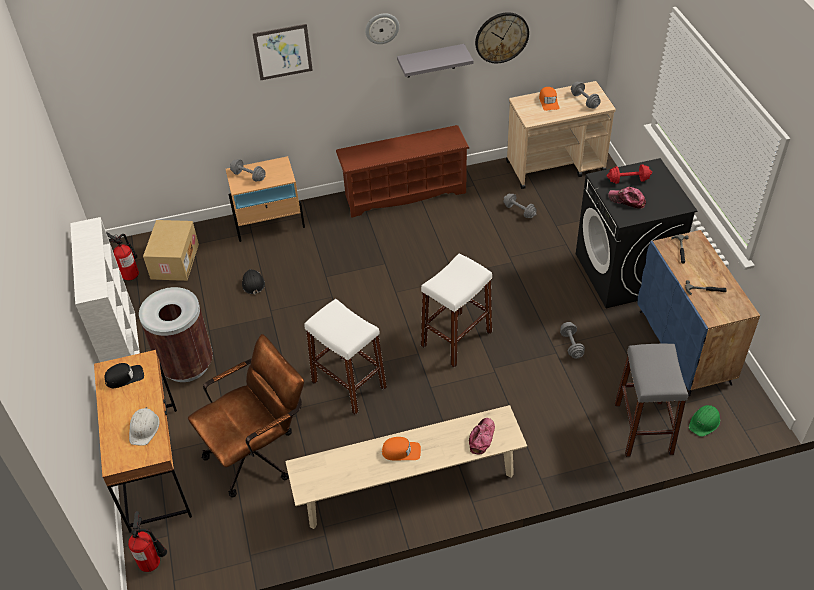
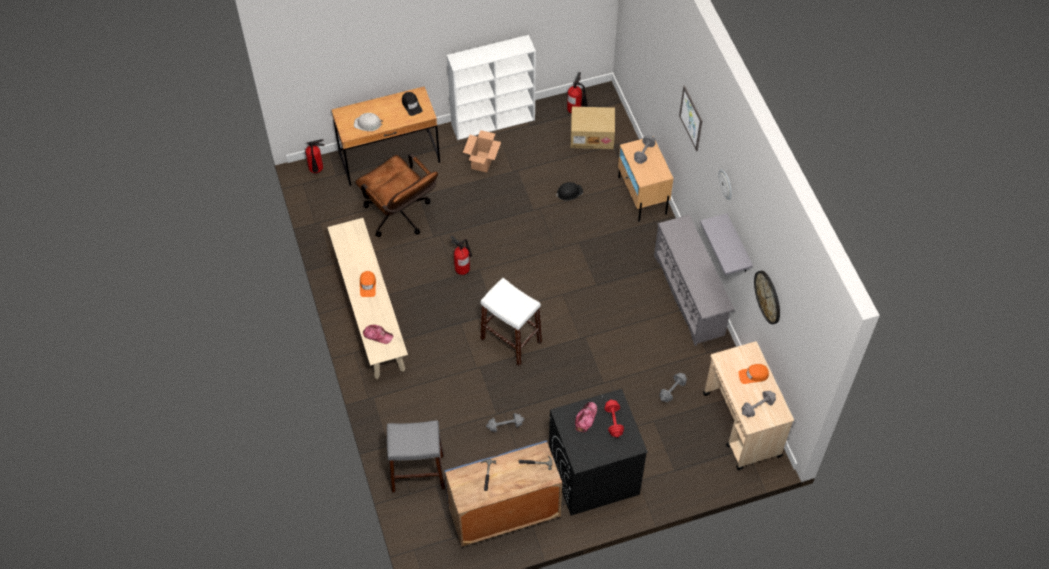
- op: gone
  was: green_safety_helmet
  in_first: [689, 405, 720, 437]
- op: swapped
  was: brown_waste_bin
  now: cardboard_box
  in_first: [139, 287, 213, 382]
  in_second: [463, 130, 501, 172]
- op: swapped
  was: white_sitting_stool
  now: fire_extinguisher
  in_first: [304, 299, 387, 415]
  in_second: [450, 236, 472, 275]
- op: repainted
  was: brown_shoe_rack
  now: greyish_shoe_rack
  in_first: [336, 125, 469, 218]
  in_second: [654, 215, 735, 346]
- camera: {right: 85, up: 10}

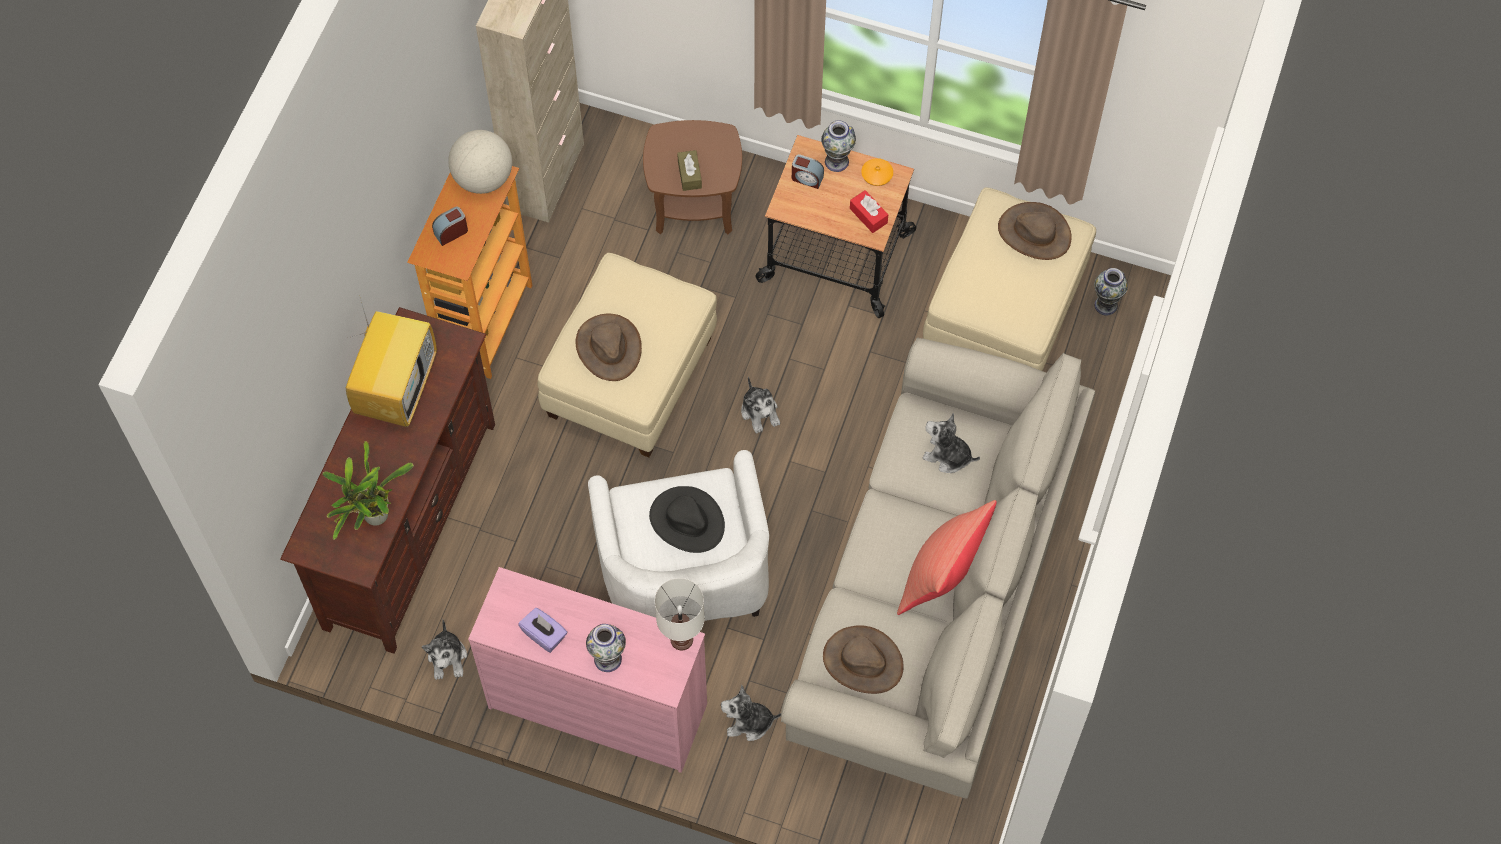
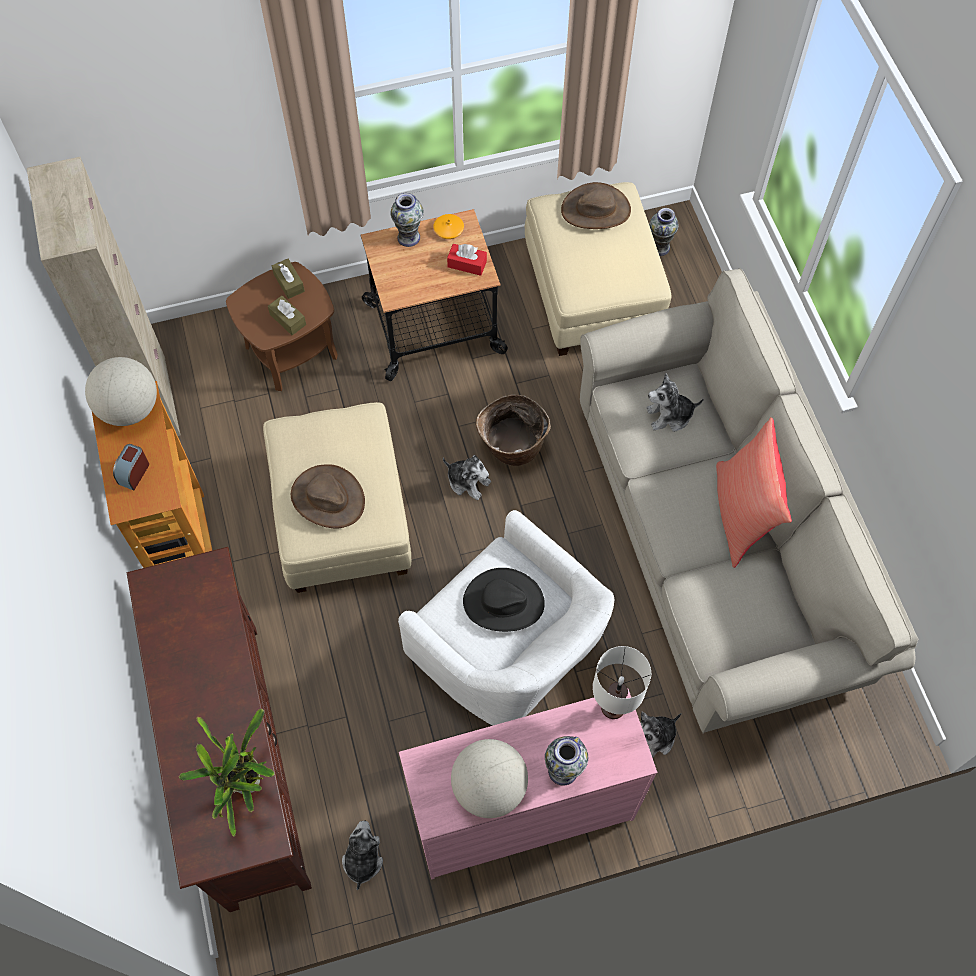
- op: gone
  was: television
  in_first: [346, 298, 437, 427]
- op: gone
  was: alarm_clock
  in_first: [792, 154, 824, 189]
- op: gone
  was: brown_clothing_hat
  in_first: [823, 625, 904, 694]
- op: new
  now: brown_tissue_holder
  in_second: [272, 259, 305, 299]
- op: new
  now: household_basket
  in_second: [476, 395, 551, 466]
- op: swapped
  was: purple_tissue_holder
  now: desk_globe
  in_first: [518, 608, 567, 653]
  in_second: [451, 739, 528, 818]
- op: rotated
  was: plush_toy
  in_first: [422, 620, 467, 680]
  in_second: [342, 821, 383, 890]
  clockwise: -135
- camera: {right: -35, up: 0}

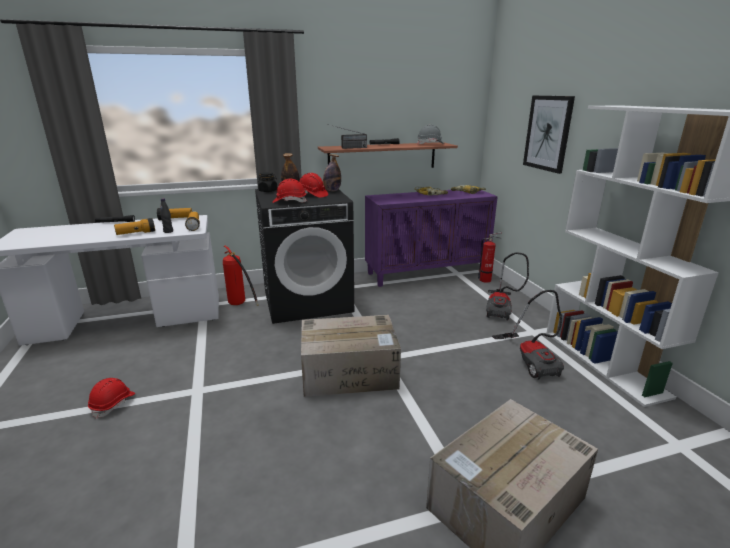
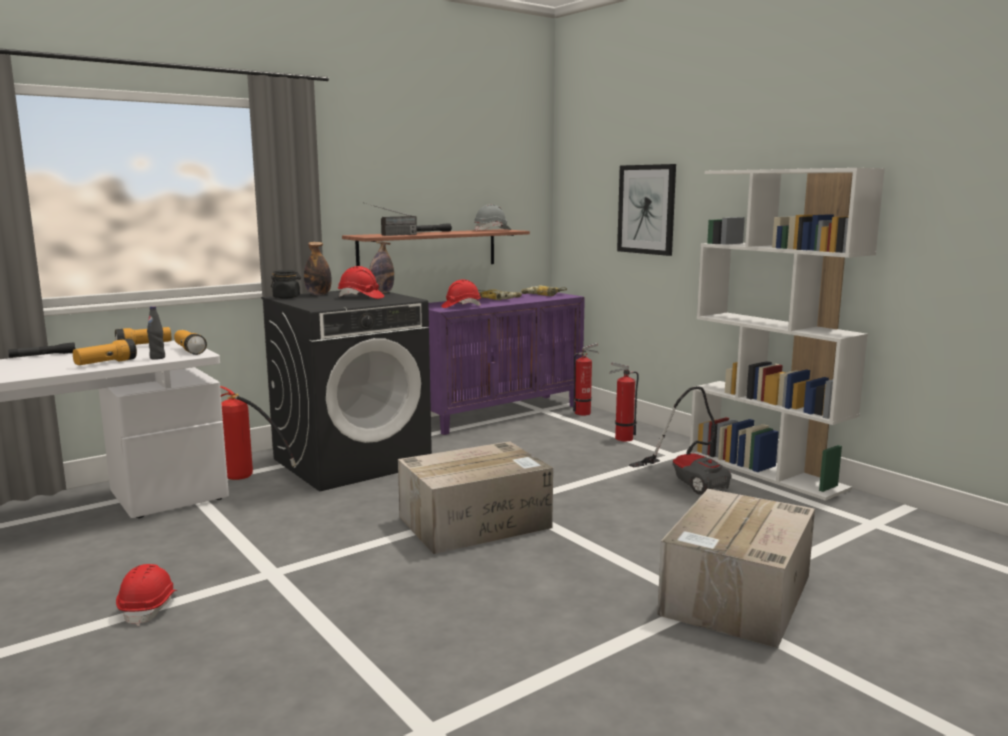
- op: shifted
  was: reddish_safety_helmet
  in_first: [272, 179, 307, 203]
  in_second: [441, 279, 481, 308]
- op: swapped
  was: vacuum_cleaner
  now: fire_extinguisher
  in_first: [486, 252, 529, 320]
  in_second: [609, 362, 639, 441]
- camera: {right: -20, up: -10}

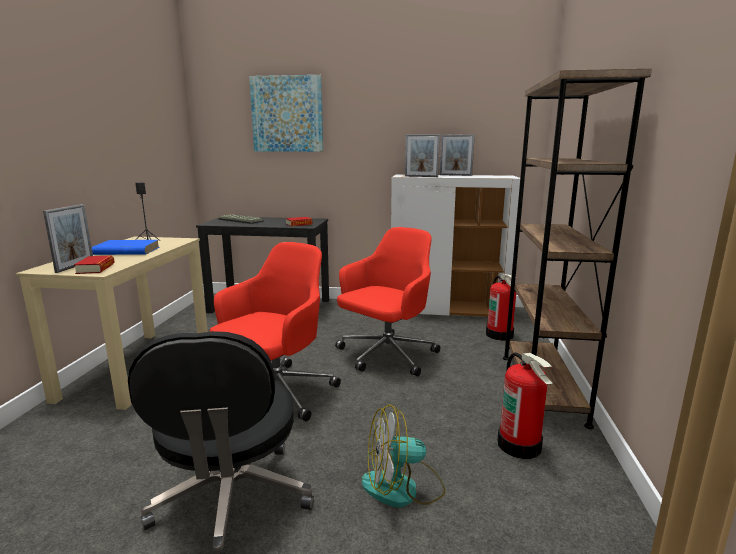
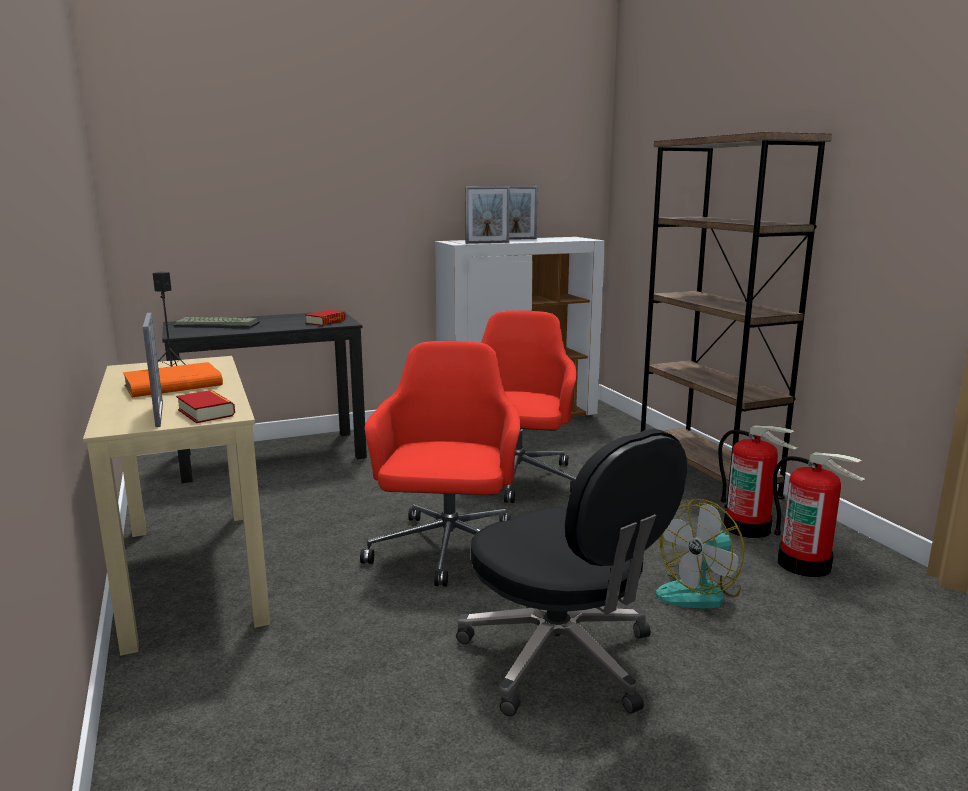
- op: gone
  was: wall_picture
  in_first: [249, 75, 323, 152]
- op: shifted
  was: fire_extinguisher
  in_first: [486, 274, 517, 341]
  in_second: [773, 452, 865, 577]
- op: repainted
  was: bluish_book
  now: orange_book
  in_first: [92, 240, 159, 255]
  in_second: [123, 362, 223, 397]
- camera: {right: -30, up: 0}

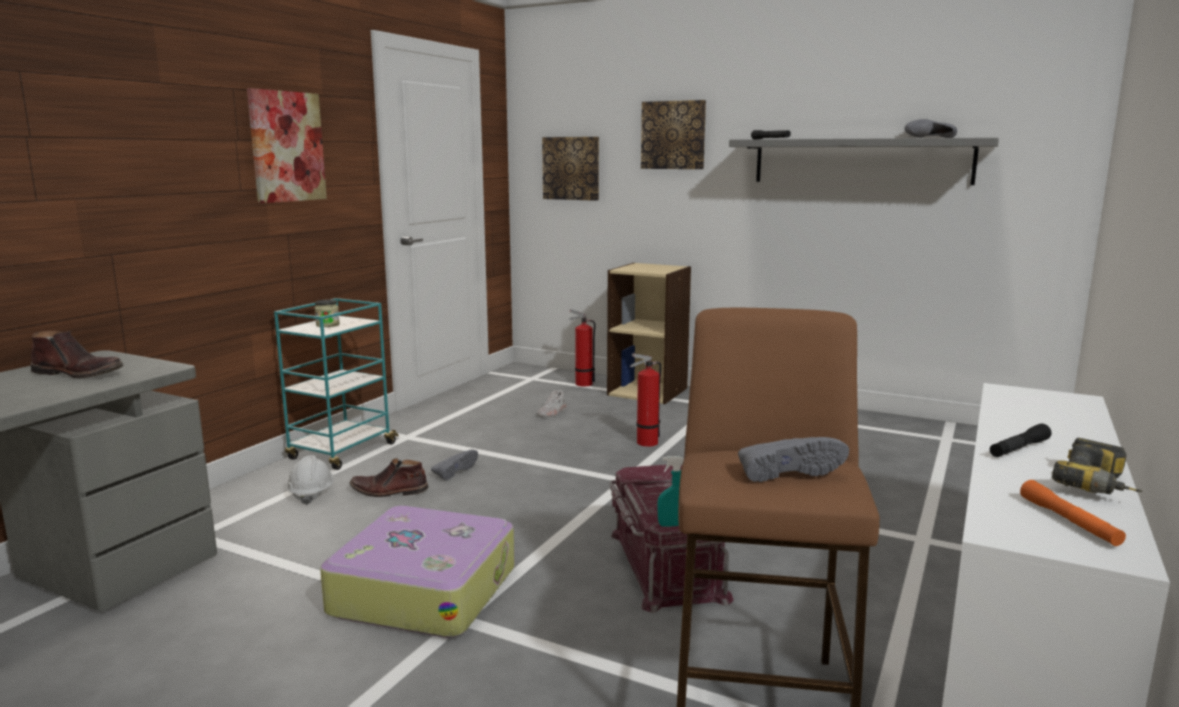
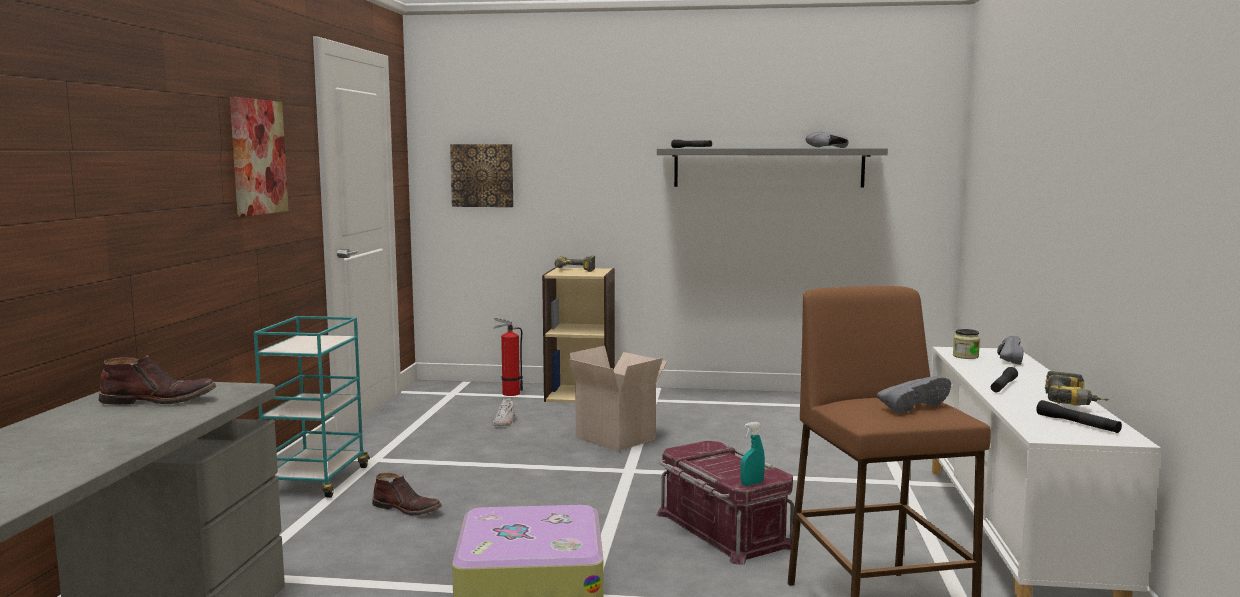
- op: gone
  was: white_safety_helmet
  in_first: [287, 455, 334, 505]
- op: gone
  was: wall_picture
  in_first: [641, 100, 706, 169]
- op: new
  now: electric_drill
  in_second: [554, 256, 595, 272]
- op: shifted
  was: preserve_jar
  in_first: [315, 300, 340, 327]
  in_second: [953, 329, 980, 359]
- op: shifted
  was: greyish_shoe
  in_first: [431, 450, 478, 481]
  in_second: [997, 336, 1024, 365]
- op: swapped
  was: fire_extinguisher
  now: cardboard_box
  in_first: [630, 353, 661, 447]
  in_second: [569, 346, 668, 452]
- op: repainted
  was: orange_flashlight
  now: black_flashlight
  in_first: [1020, 480, 1126, 546]
  in_second: [1036, 400, 1122, 433]
- op: rotated
  was: brown_high-top_boot
  in_first: [349, 458, 428, 497]
  in_second: [372, 473, 442, 516]
  clockwise: -135
- camera: {right: -20, up: -5}

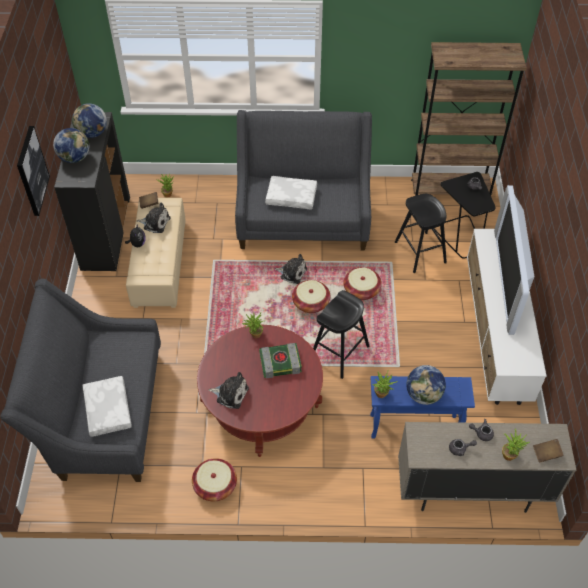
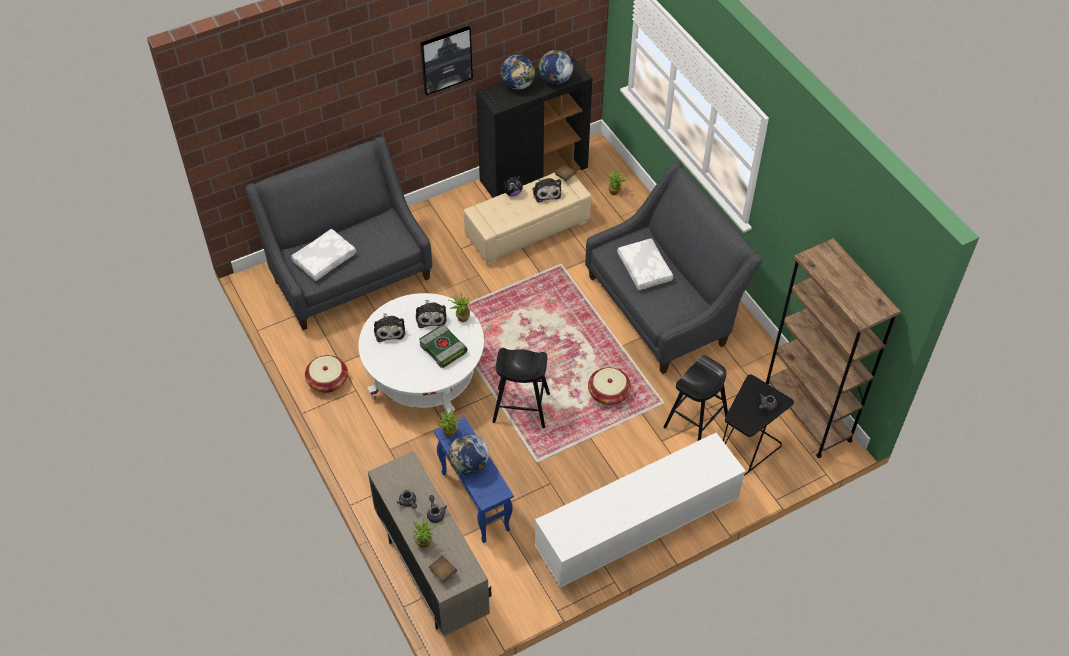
- op: gone
  was: household_basket
  in_first: [292, 280, 330, 313]
- op: gone
  was: television
  in_first: [494, 185, 534, 335]
- op: shifted
  was: plush_toy
  in_first: [275, 254, 307, 284]
  in_second: [416, 300, 447, 328]
- op: repainted
  was: reddish_lounge_table
  now: white_lounge_table
  in_first: [197, 325, 323, 457]
  in_second: [359, 293, 484, 416]
- camera: {right: 60, up: 0}

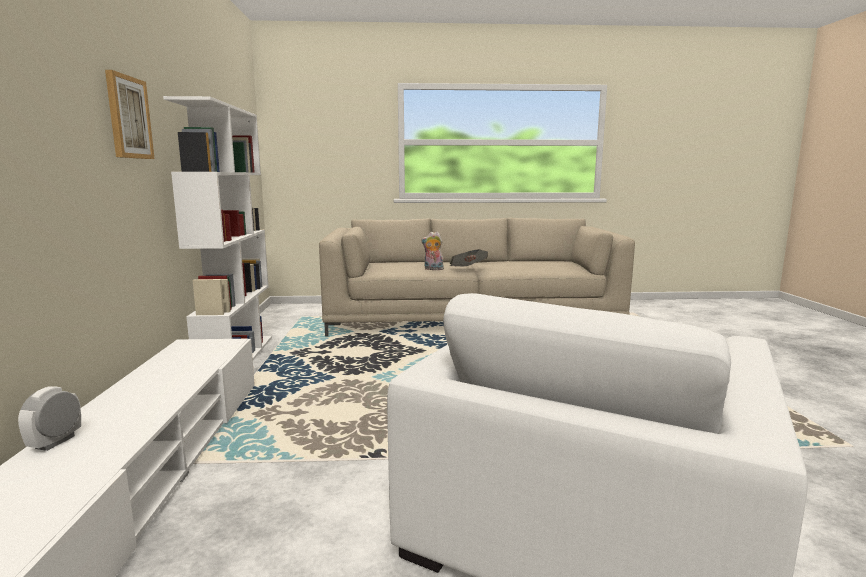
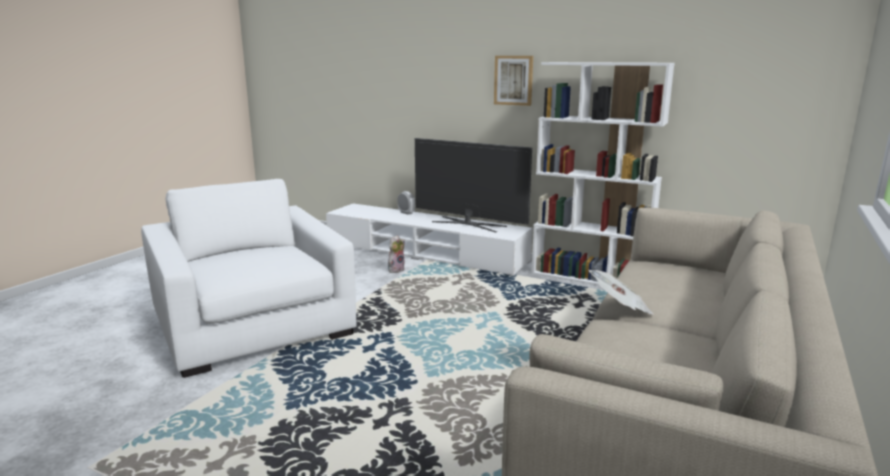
- op: new
  now: television
  in_second: [415, 138, 532, 232]
- op: shifted
  was: plush_toy
  in_first: [421, 232, 444, 270]
  in_second: [388, 235, 405, 273]
- camera: {right: 120, up: 5}

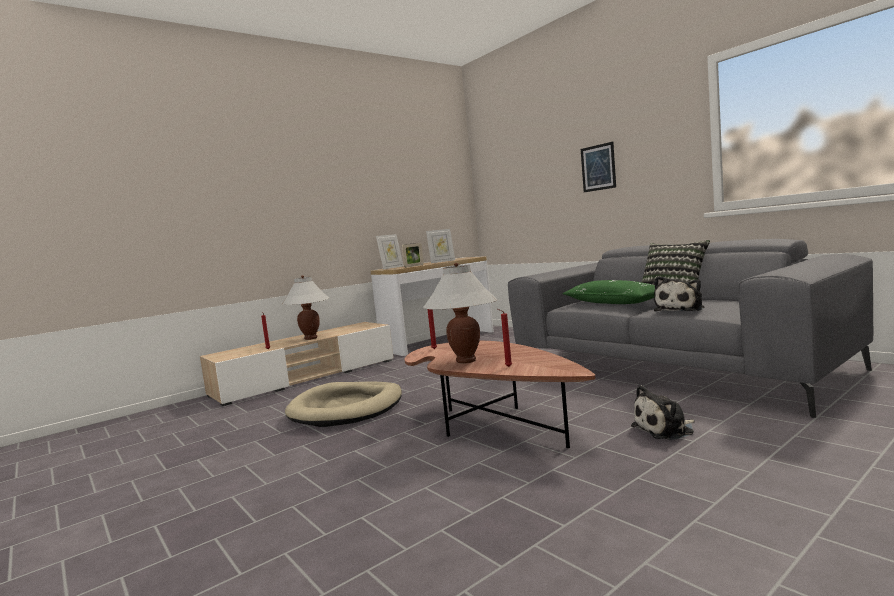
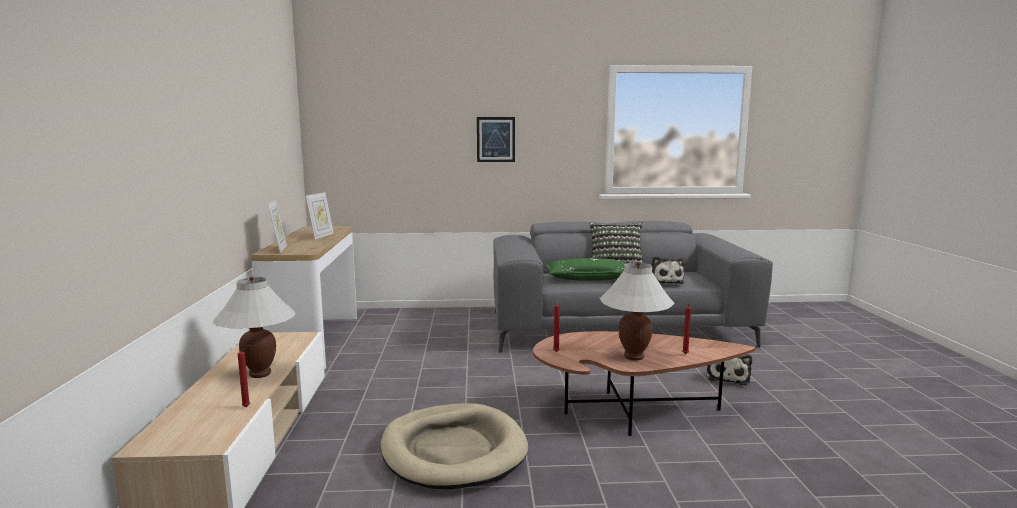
- op: gone
  was: standing_frame
  in_first: [402, 243, 424, 267]
- camera: {right: -55, up: 5}

